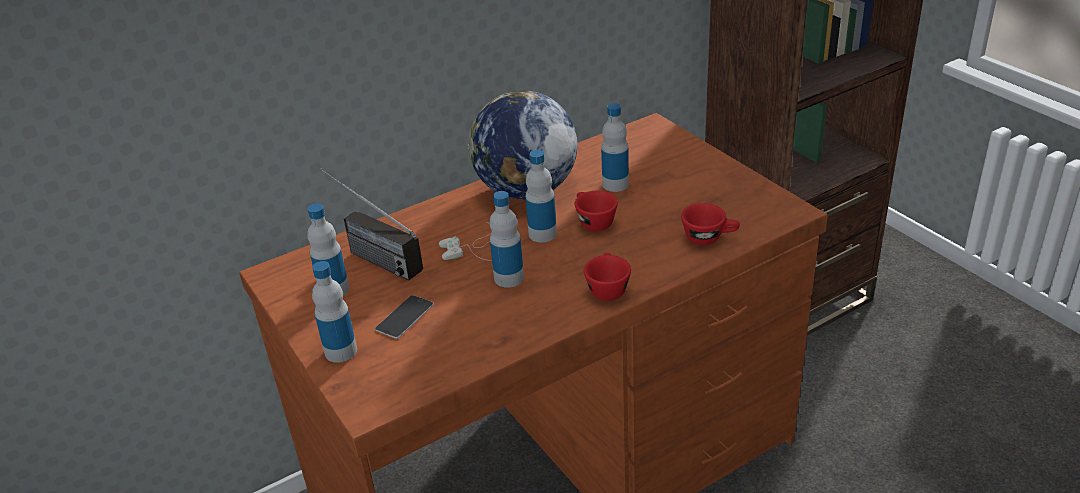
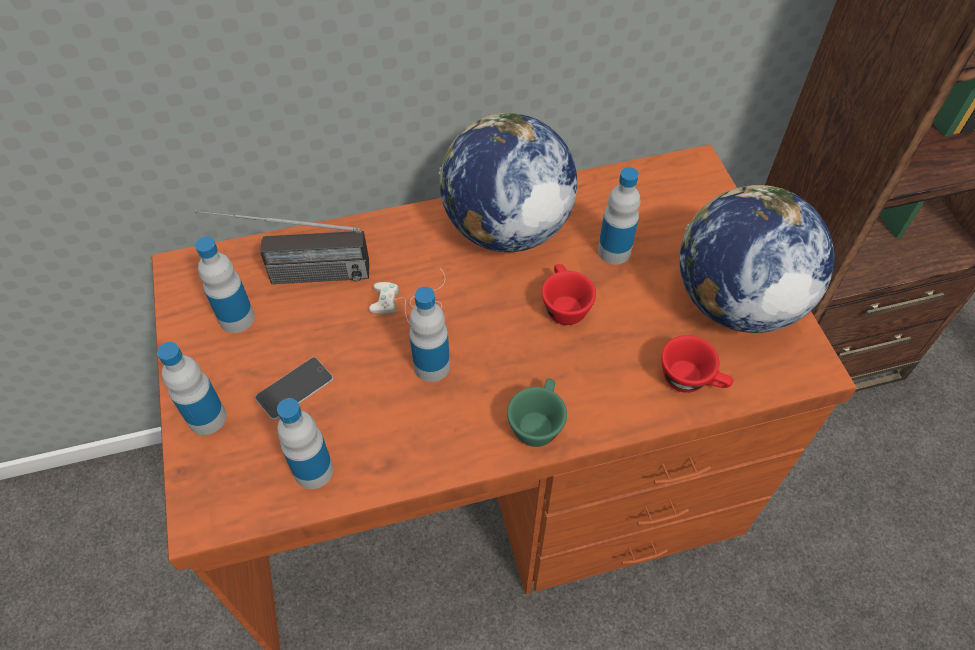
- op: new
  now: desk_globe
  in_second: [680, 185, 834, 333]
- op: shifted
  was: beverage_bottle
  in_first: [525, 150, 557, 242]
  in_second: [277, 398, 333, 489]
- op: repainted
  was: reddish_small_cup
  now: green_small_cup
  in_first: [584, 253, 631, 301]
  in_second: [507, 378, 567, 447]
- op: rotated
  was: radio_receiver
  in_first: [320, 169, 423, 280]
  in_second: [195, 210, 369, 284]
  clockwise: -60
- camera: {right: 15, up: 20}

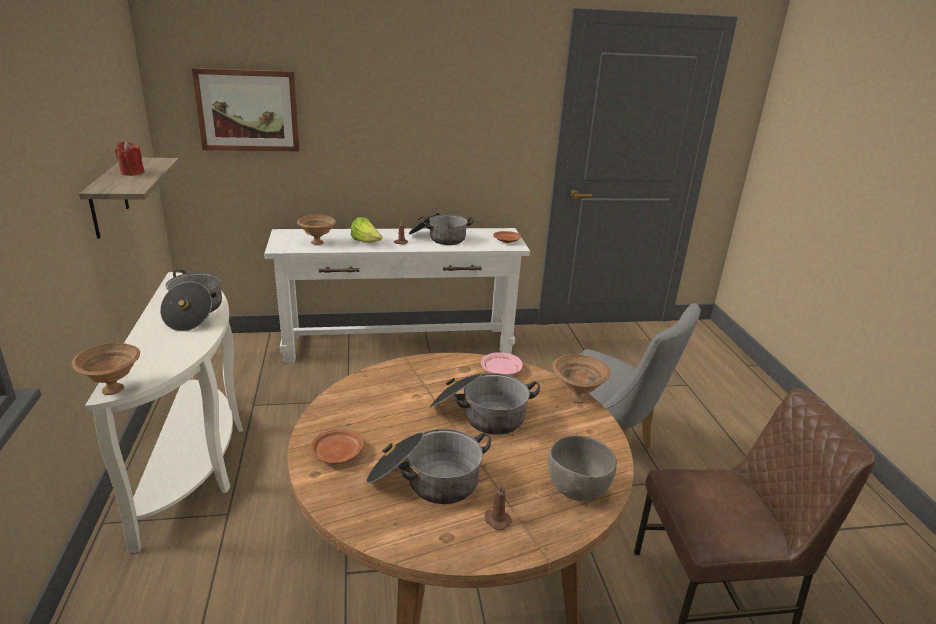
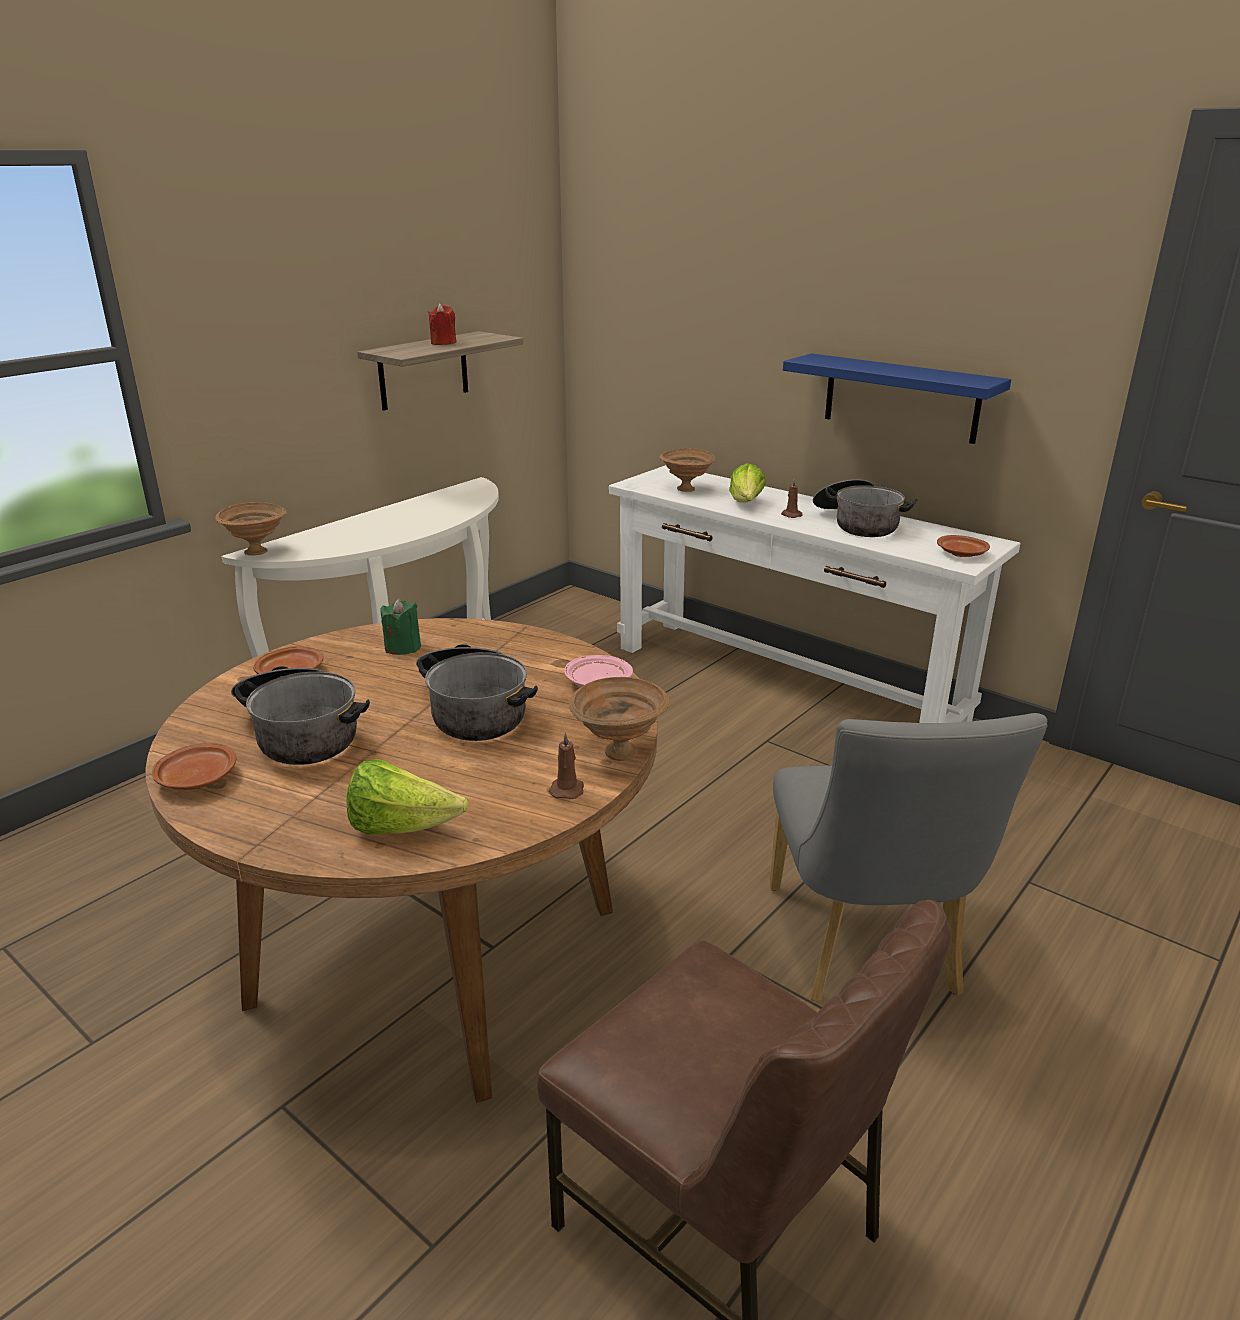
- op: gone
  was: saucepot
  in_first: [160, 270, 222, 331]
- op: gone
  was: wall_picture
  in_first: [192, 68, 299, 152]
- op: new
  now: brown_dinner_plate
  in_second: [152, 743, 237, 790]
- op: new
  now: green_wax_candle
  in_second: [381, 598, 421, 655]
- op: new
  now: bluish_bracket_shelf
  in_second: [783, 353, 1011, 444]
- op: shifted
  was: brown_wax_candle
  in_first: [485, 483, 512, 530]
  in_second: [549, 732, 584, 799]
- op: swapped
  was: greyish_serving_bowl
  now: lettuce_head
  in_first: [548, 435, 617, 502]
  in_second: [346, 759, 468, 835]
- camera: {right: 50, up: 0}

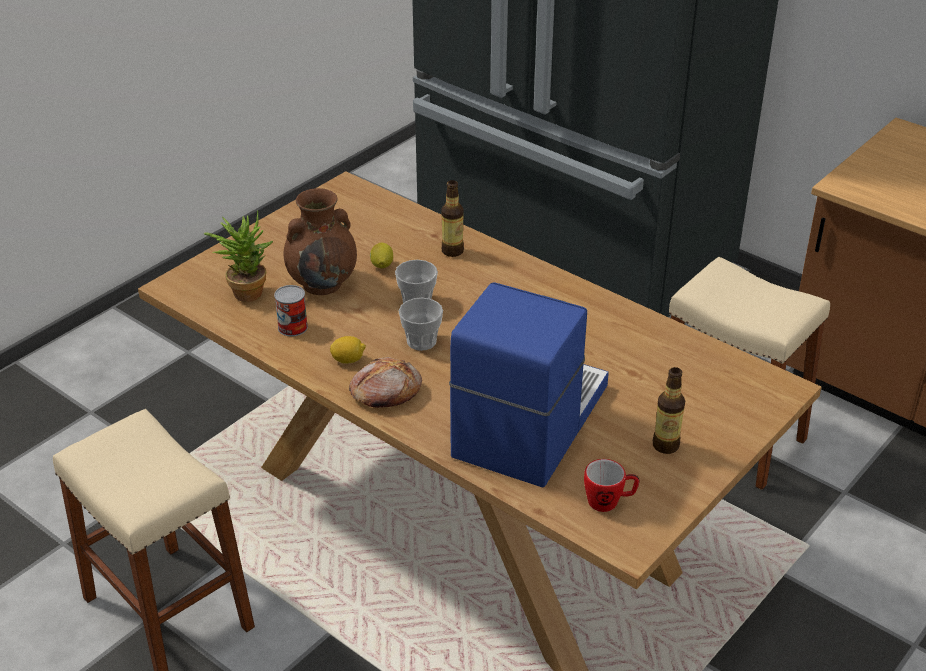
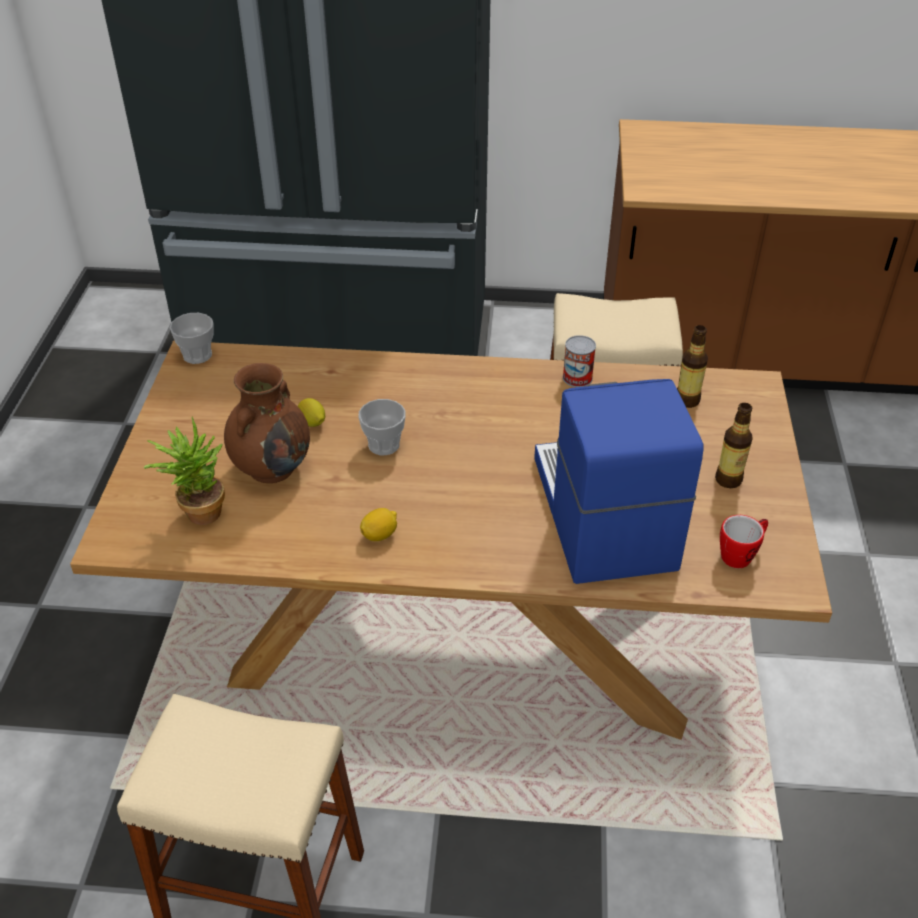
- op: gone
  was: bakery_bread
  in_first: [349, 357, 422, 408]
- op: shifted
  was: sealed_can
  in_first: [274, 285, 308, 336]
  in_second: [563, 335, 596, 387]
- op: shifted
  was: small_cup
  in_first: [399, 298, 443, 351]
  in_second: [170, 313, 214, 364]
- op: shifted
  was: beverage_bottle
  in_first: [441, 180, 464, 257]
  in_second: [677, 325, 708, 408]
- camera: {right: -35, up: 5}

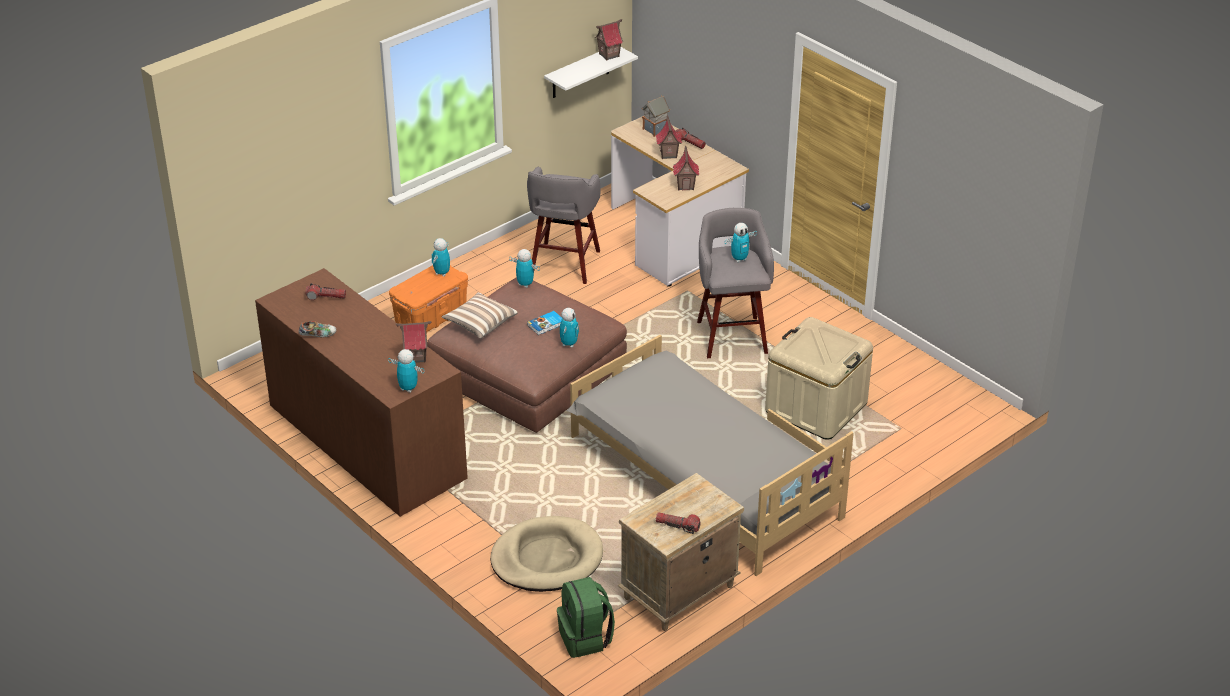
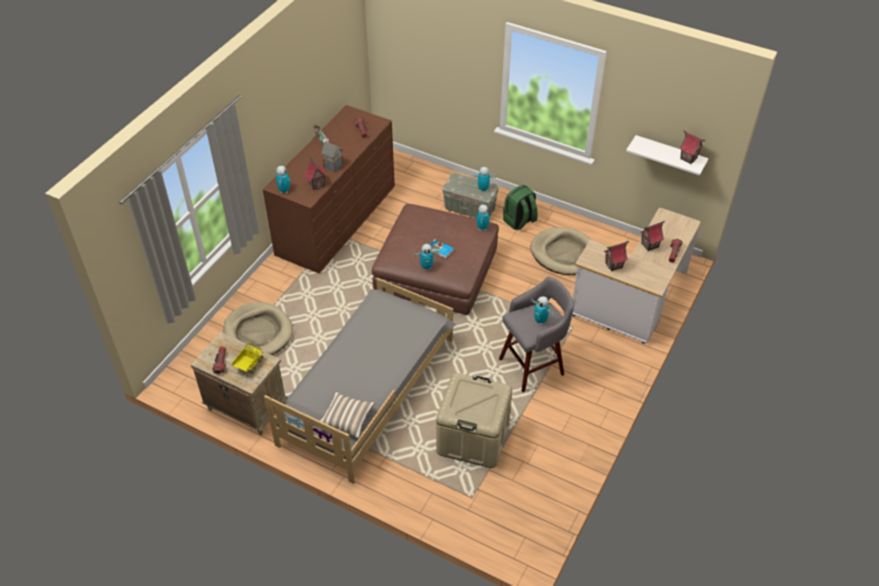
- op: new
  now: model_truck
  in_second: [232, 343, 263, 374]
- op: shifted
  was: throw_pillow
  in_first: [442, 292, 518, 339]
  in_second: [319, 391, 375, 439]
- op: shifted
  was: green_backpack
  in_first: [557, 577, 615, 658]
  in_second: [503, 185, 538, 230]
- op: shifted
  was: toy_house
  in_first: [642, 95, 670, 137]
  in_second: [321, 142, 343, 172]
- op: swapped
  was: greyish_sitting_stool
  now: beige_dog_cushion
  in_first: [527, 166, 600, 284]
  in_second: [530, 227, 592, 275]
- op: repainted
  was: orange_storage_bin
  now: greyish_storage_bin
  in_first: [389, 265, 468, 334]
  in_second: [442, 173, 499, 218]
- camera: {right: 70, up: 10}

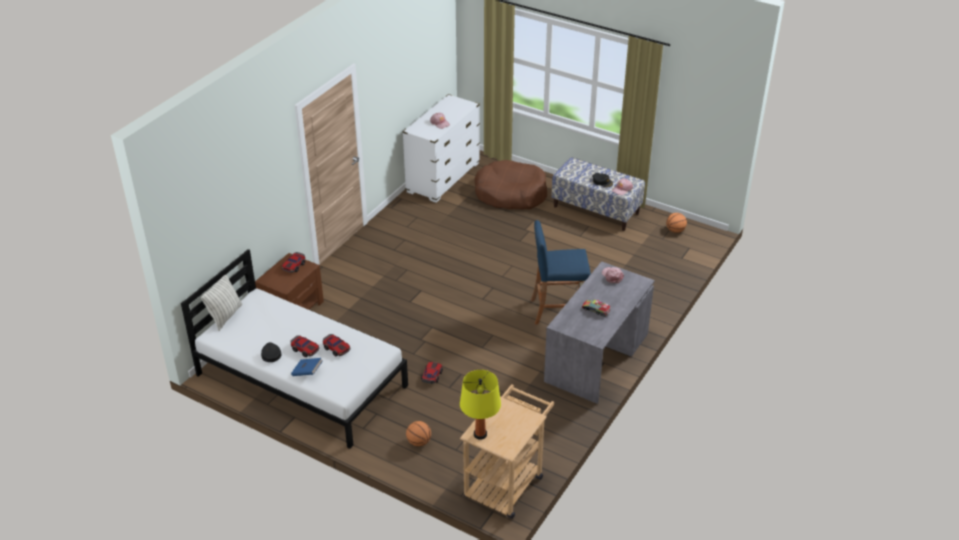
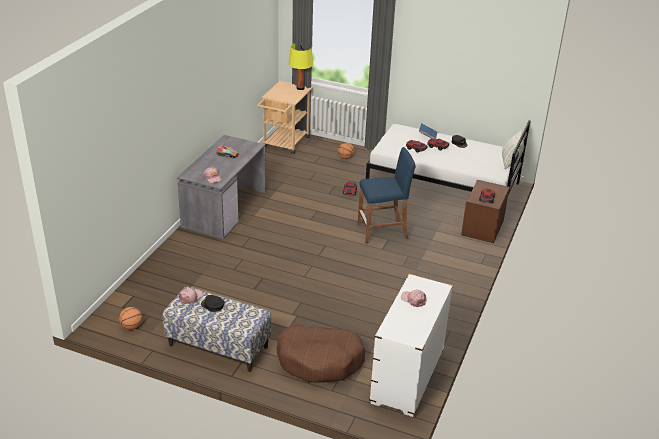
- op: shifted
  was: bluish_sitting_stool
  in_first: [531, 220, 591, 325]
  in_second: [357, 147, 416, 244]
- camera: {right: 170, up: -5}

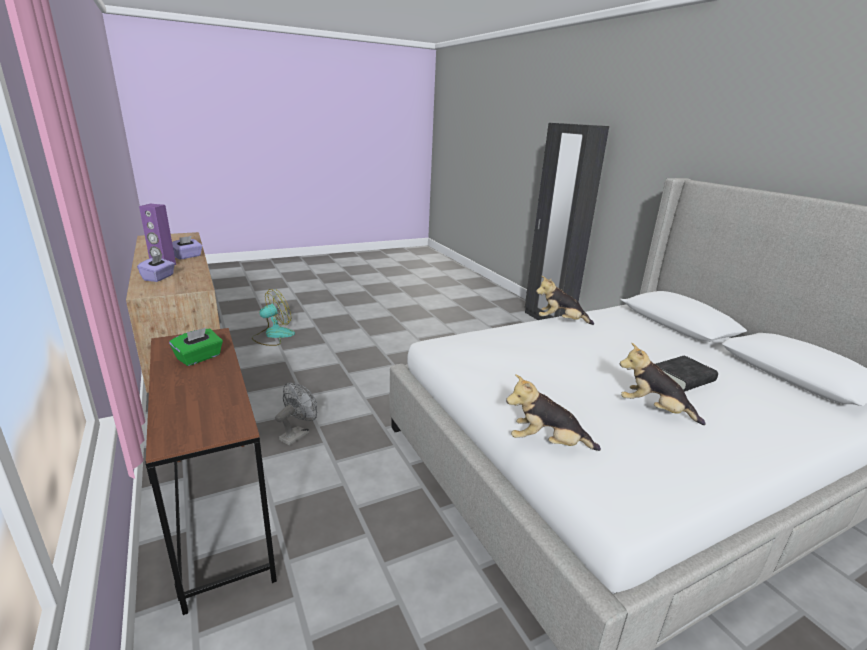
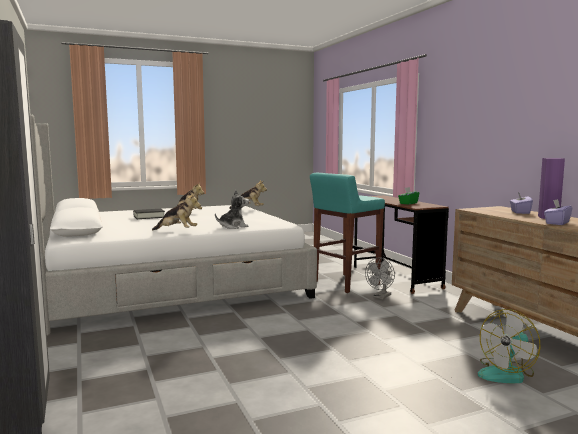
- op: new
  now: plush_toy
  in_second: [215, 190, 249, 229]
- op: new
  now: turquoise_sitting_stool
  in_second: [310, 173, 385, 293]
- camera: {right: -175, up: -15}

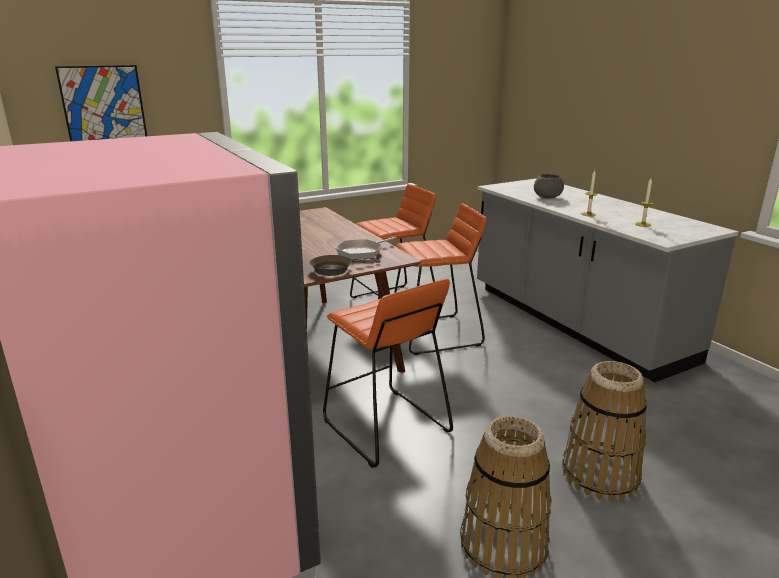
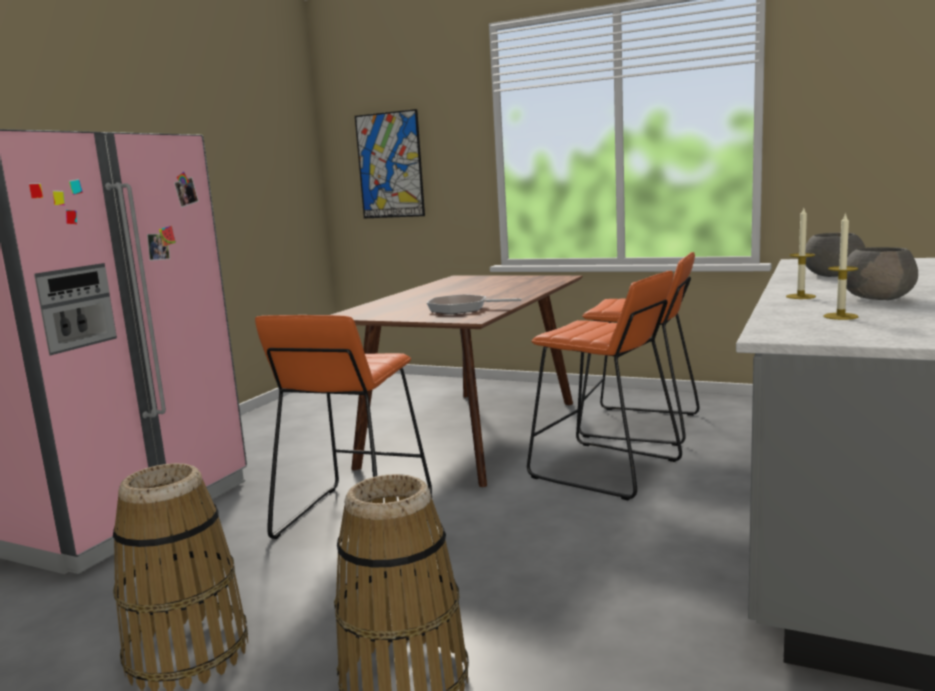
- op: gone
  was: brown_frying_pan
  in_first: [309, 255, 380, 276]
- op: new
  now: greyish_serving_bowl
  in_second: [846, 247, 918, 300]
- camera: {right: 55, up: -10}

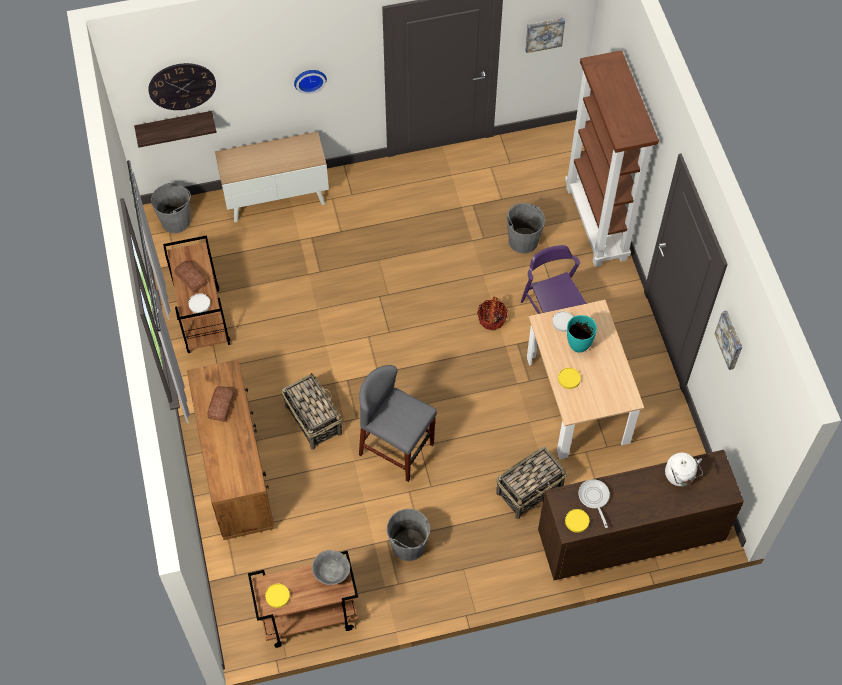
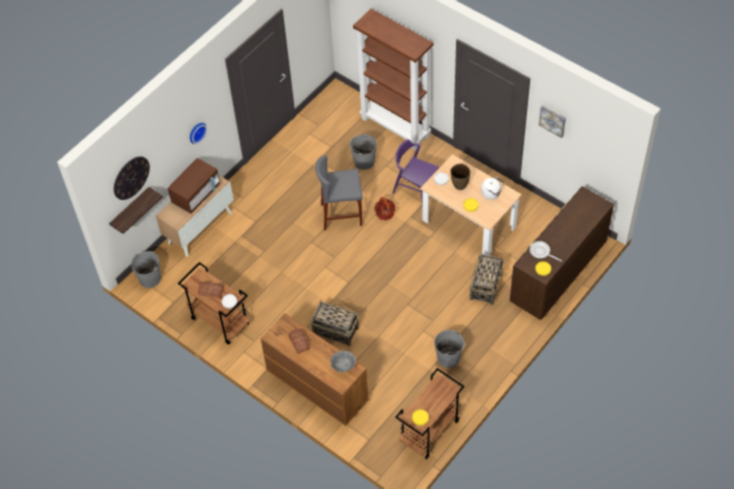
- op: gone
  was: wall_picture
  in_first: [525, 17, 565, 53]
- op: new
  now: brown_kitchen_microwave
  in_second: [168, 158, 220, 214]
- op: shifted
  was: greyish_serving_bowl
  in_first: [312, 550, 350, 585]
  in_second: [330, 351, 356, 372]
- op: shifted
  was: greyish_sitting_stool
  in_first: [359, 365, 437, 482]
  in_second: [315, 155, 363, 230]
- op: shifted
  was: white_water_kettle
  in_first: [665, 453, 703, 486]
  in_second: [481, 177, 504, 200]
- op: repainted
  was: turquoise_decorative_vase
  now: brown_decorative_vase
  in_first: [567, 315, 597, 353]
  in_second: [450, 164, 470, 190]
- camera: {right: -35, up: -5}

